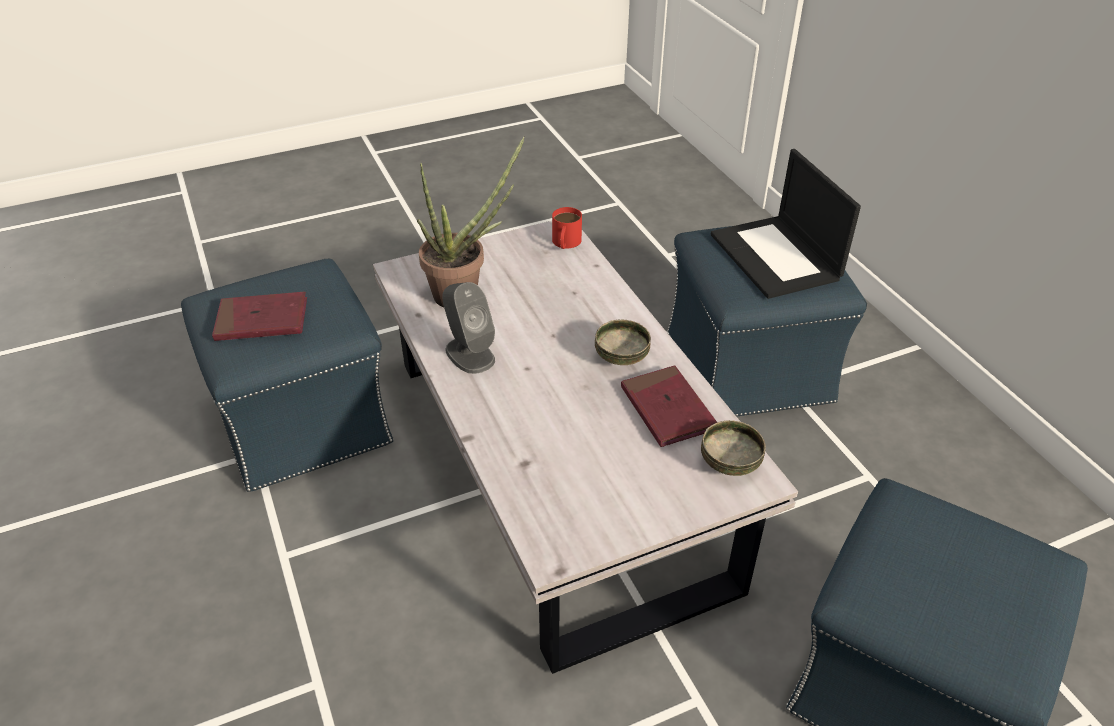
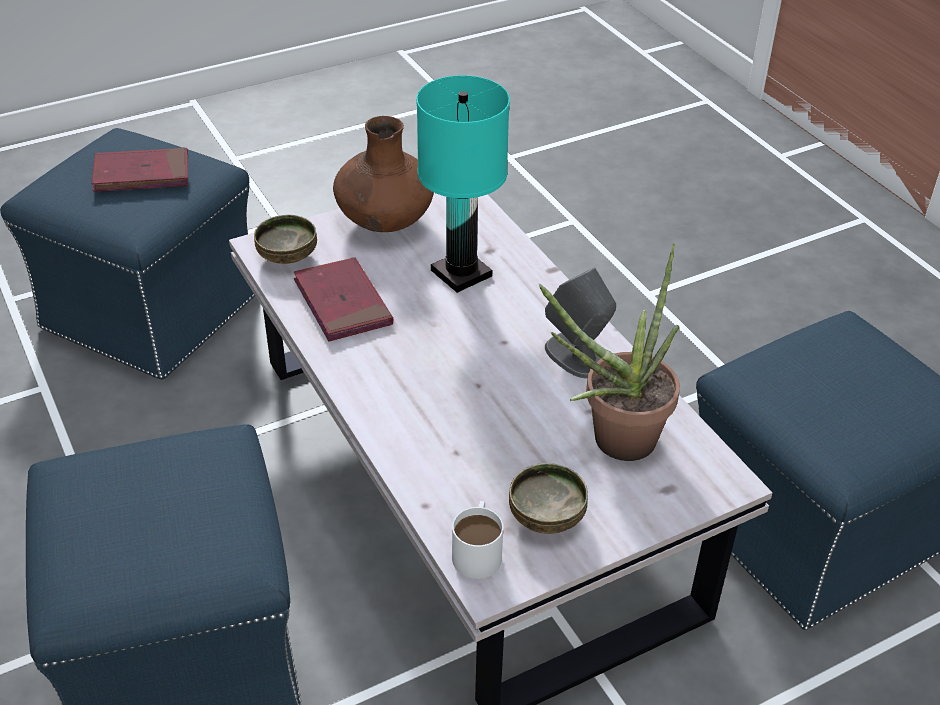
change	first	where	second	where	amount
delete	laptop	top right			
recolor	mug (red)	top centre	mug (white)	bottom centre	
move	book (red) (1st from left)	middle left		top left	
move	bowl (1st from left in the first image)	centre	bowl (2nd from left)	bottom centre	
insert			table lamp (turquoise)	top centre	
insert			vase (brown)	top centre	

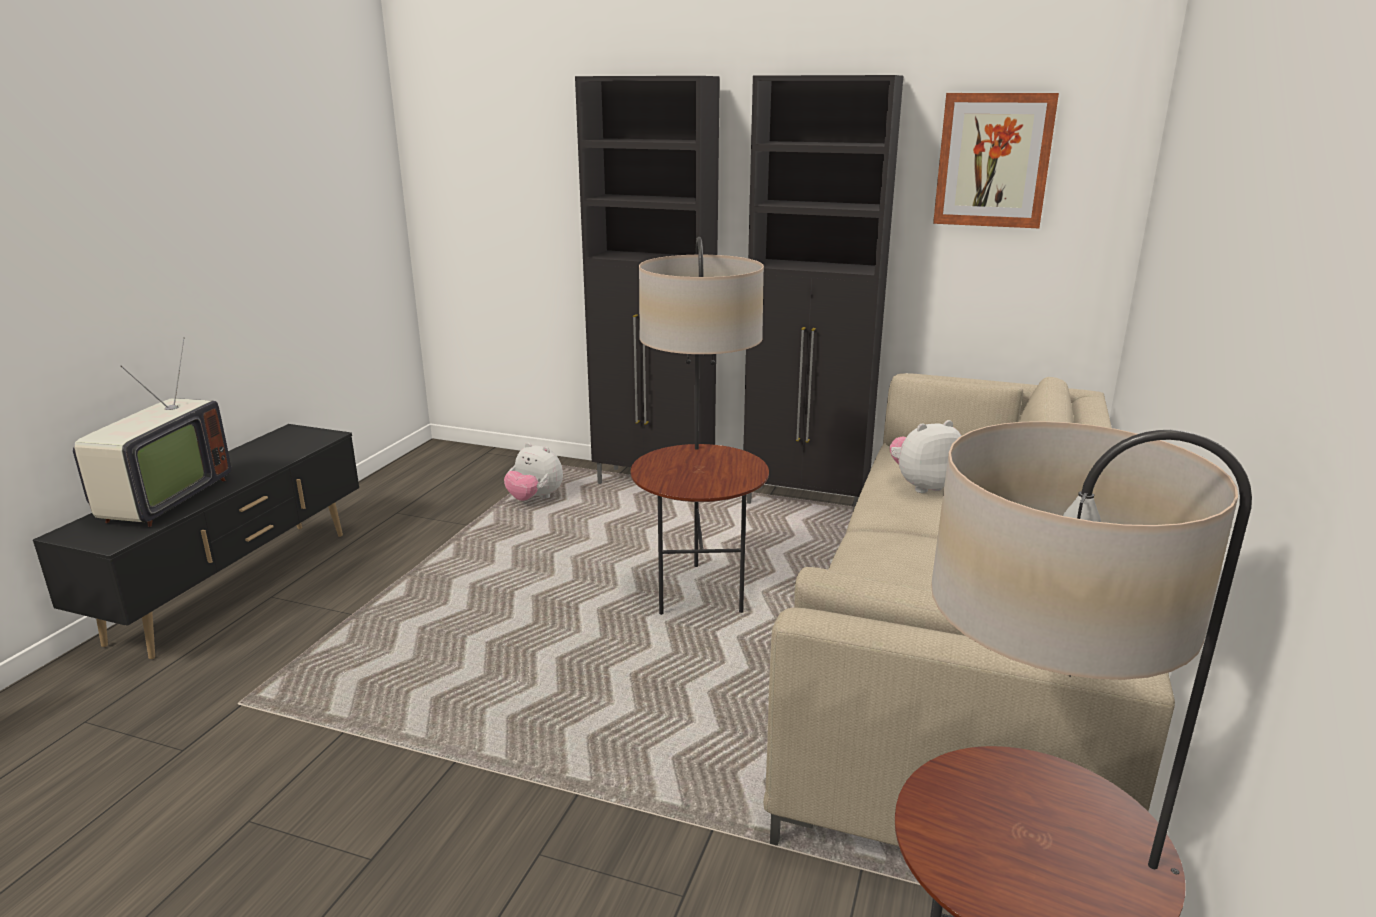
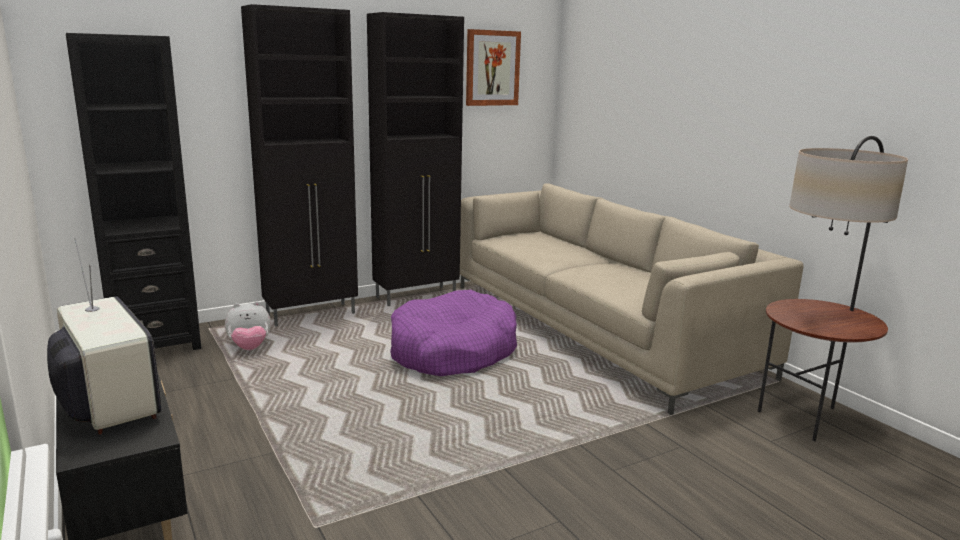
change	first	where	second	where	amount
replace	floor lamp (1st from left)	centre	dog bed (purple)	centre	
delete	plush toy (2nd from left)	middle right			
insert			bookcase (black)	middle left	

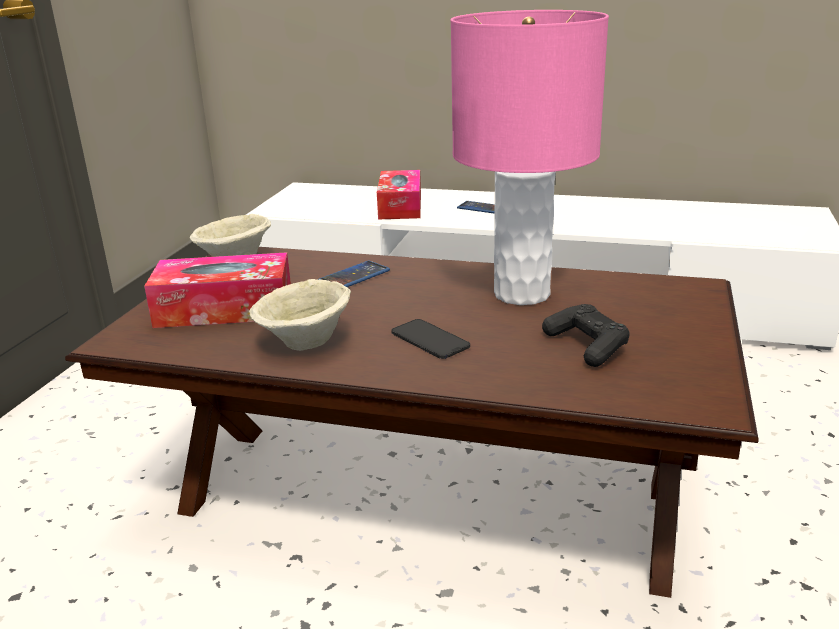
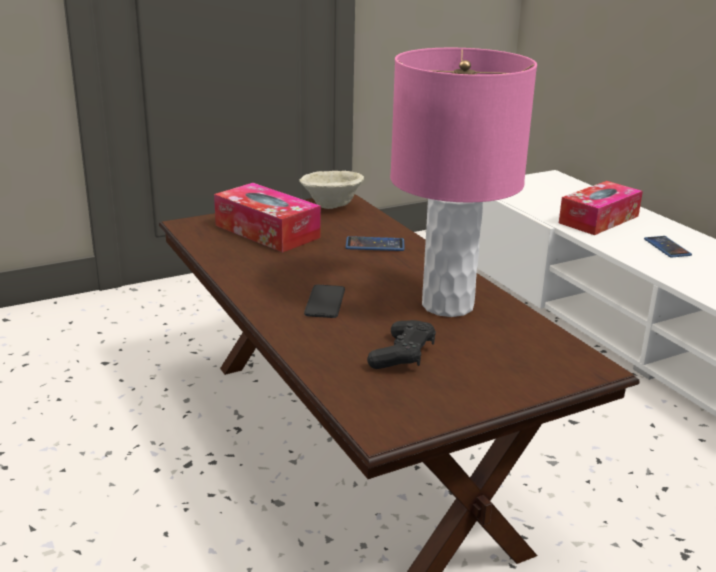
change	first	where	second	where	amount
delete	bowl (beige) (2nd from left)	centre			

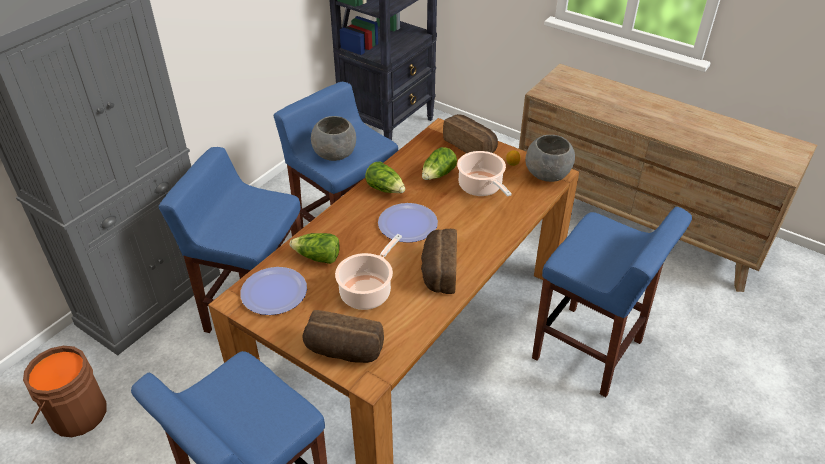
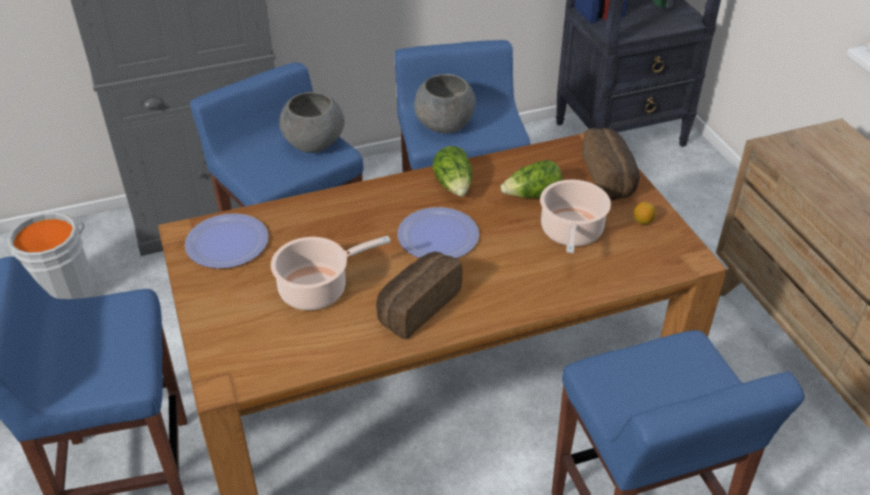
change	first	where	second	where	amount
move	bowl (grey) (2nd from left in the first image)	middle right	bowl (grey) (1st from left)	top centre	
delete	lettuce (1st from left)	centre			
delete	bread (1st from left)	bottom centre			
recolor	bucket (brown)	bottom left	bucket (grey)	middle left	

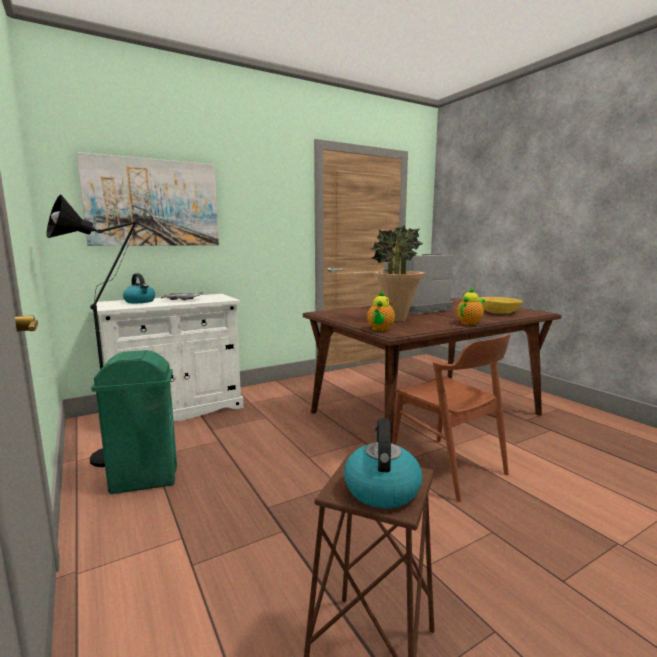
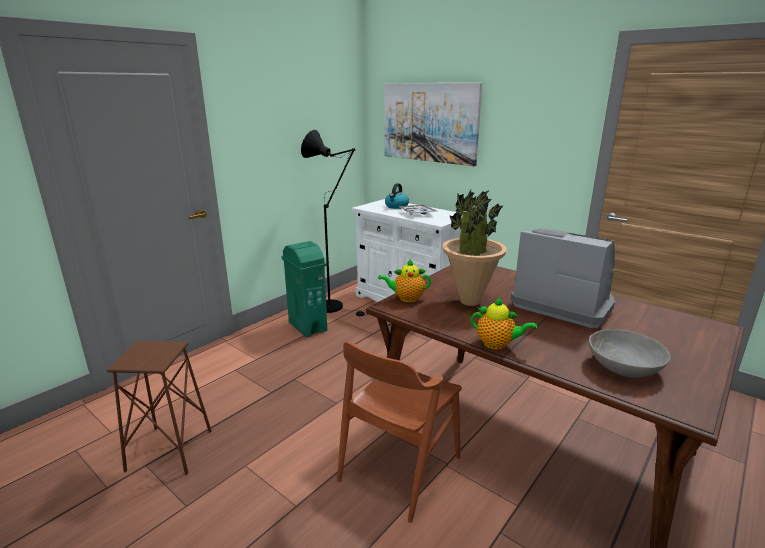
change	first	where	second	where	amount
recolor	bowl (yellow)	middle right	bowl (grey)	middle right	
delete	kettle (2nd from left)	bottom centre			

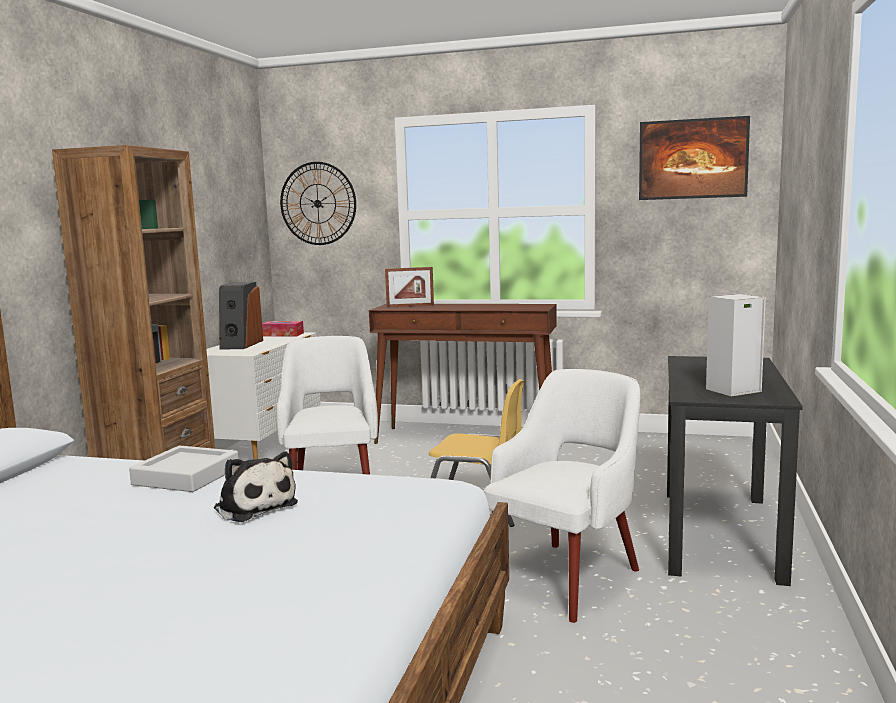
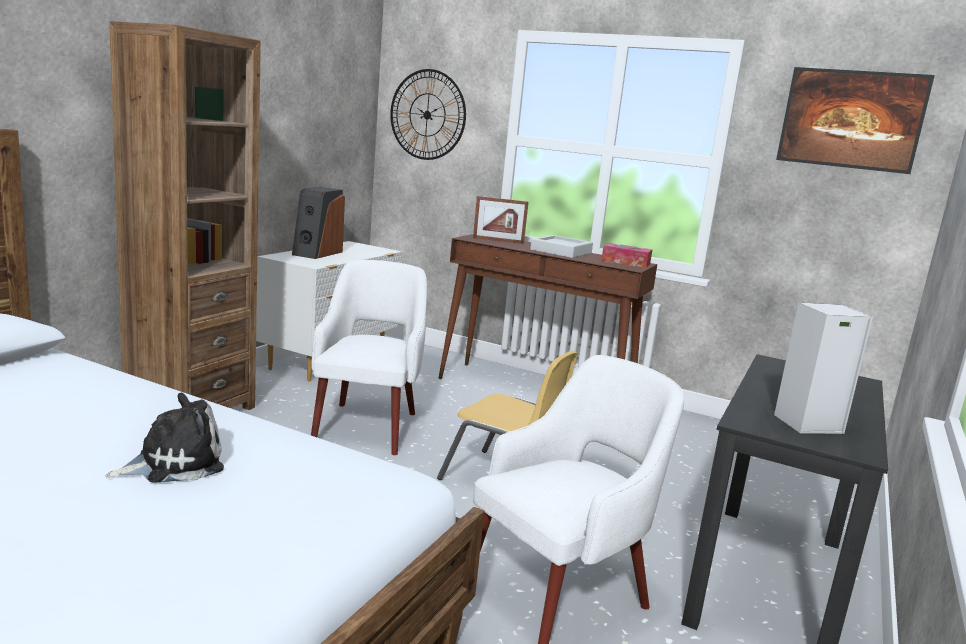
change	first	where	second	where	amount
move	tissue box	middle left		centre	
move	tray (grey)	bottom left		centre	
rotate	plush toy	bottom left		bottom left	90 degrees counterclockwise

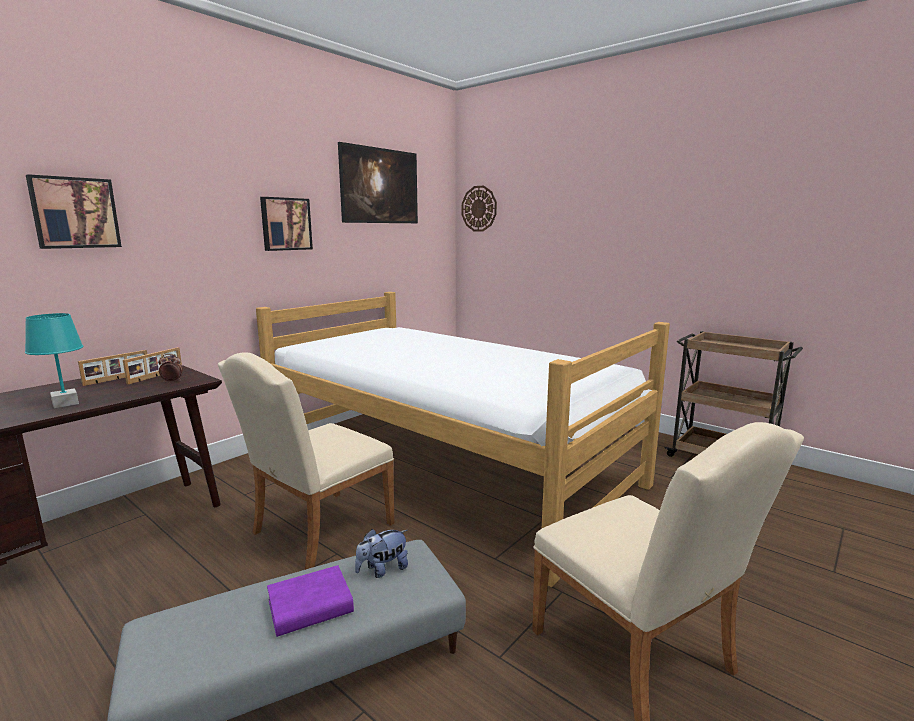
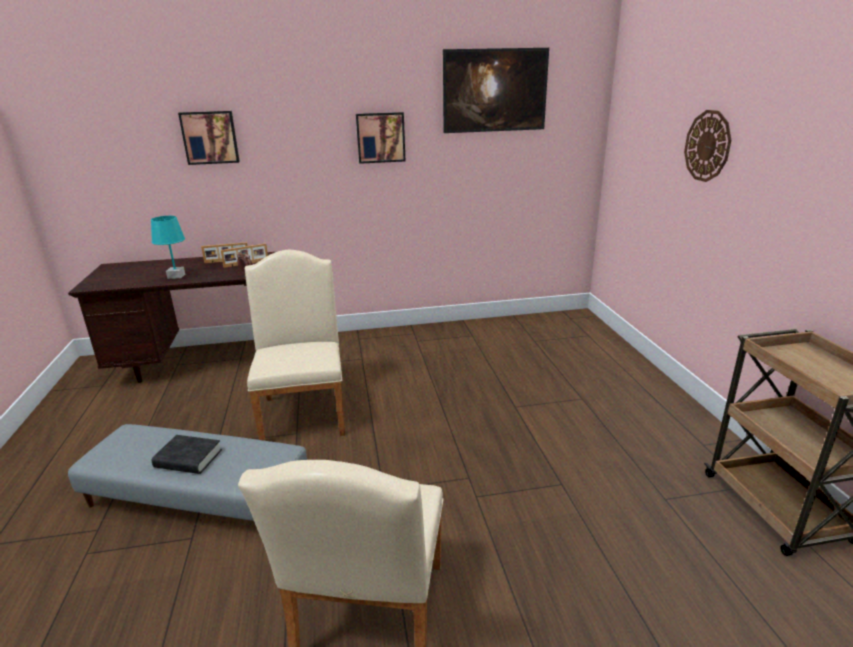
change	first	where	second	where	amount
move	wall clock	top centre		top right	
delete	bed	centre			
rotate	chair (beige) (1st from left)	centre		centre	90 degrees clockwise
delete	plush toy	bottom centre			
recolor	book (purple)	bottom centre	book (black)	bottom left	

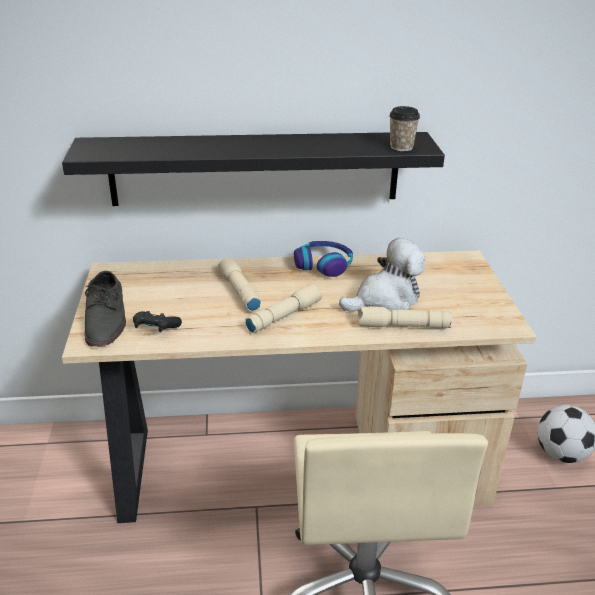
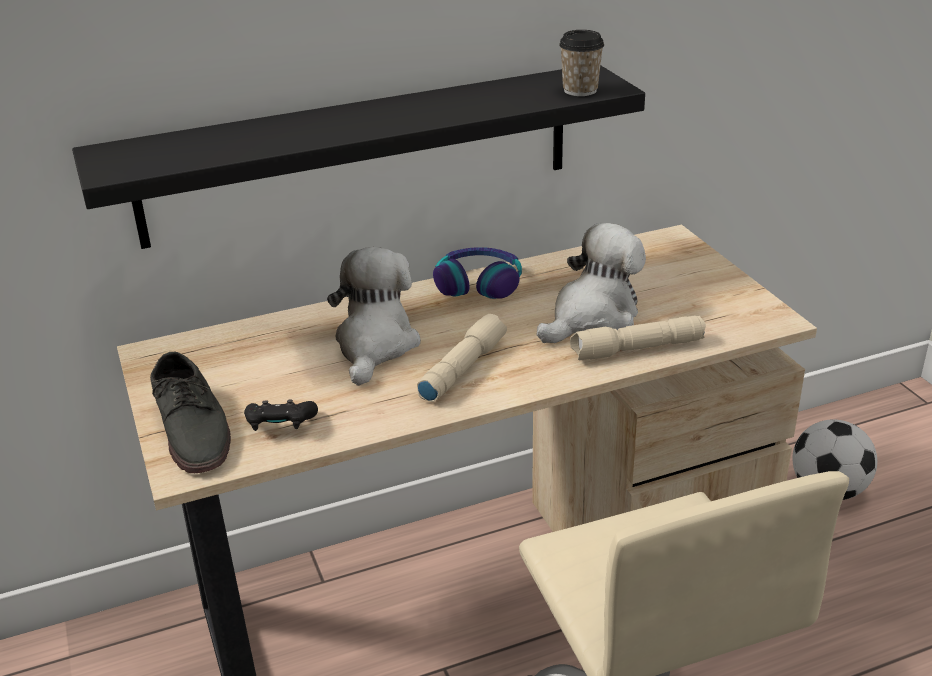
change	first	where	second	where	amount
replace	flashlight (beige) (1st from left)	centre	plush toy (1st from left)	centre	

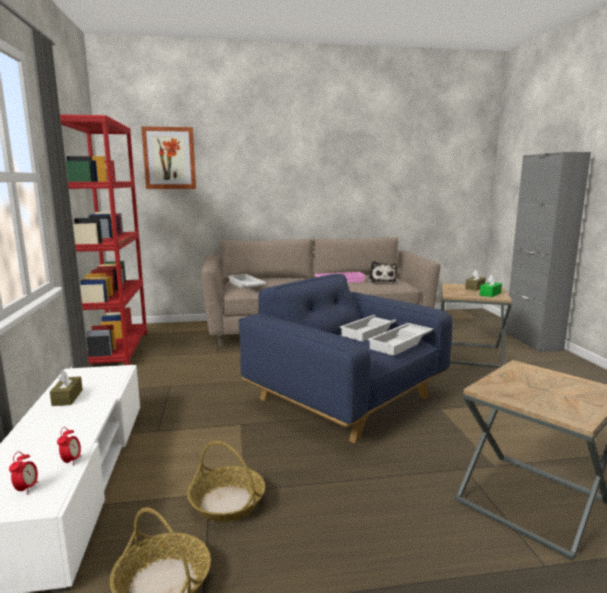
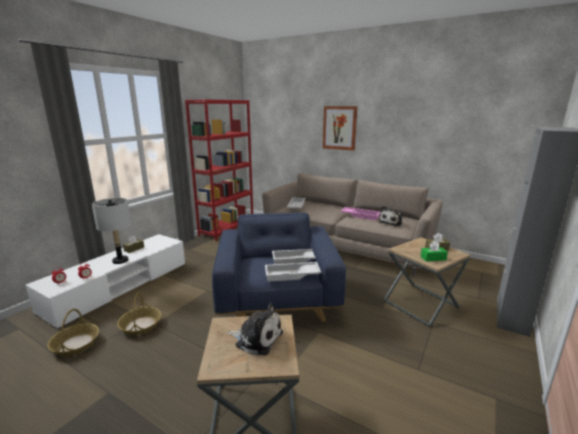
change	first	where	second	where	amount
move	picture	top left		top centre	
insert			table lamp (grey)	middle left	
insert			plush toy (1st from left)	bottom centre	

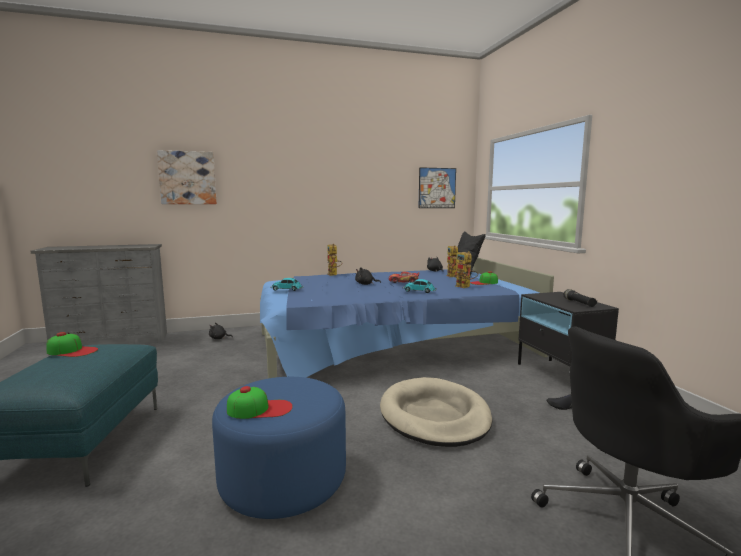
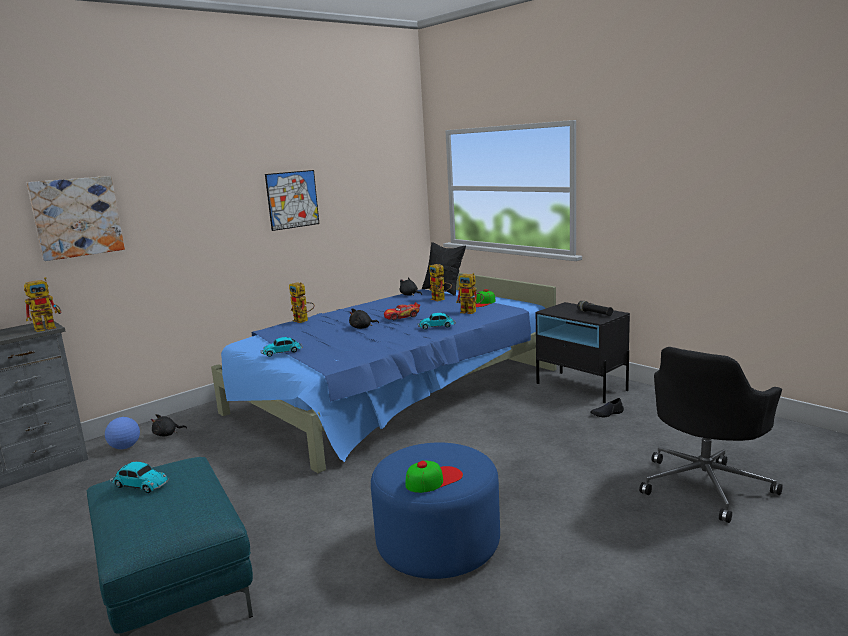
change	first	where	second	where	amount
move	picture (2nd from left)	centre		top centre	
replace	cap (1st from left)	middle left	toy car (1st from left)	bottom left	
delete	dog bed (beige)	bottom centre			
insert			toy robot (1st from left)	middle left	
insert			football	bottom left	

